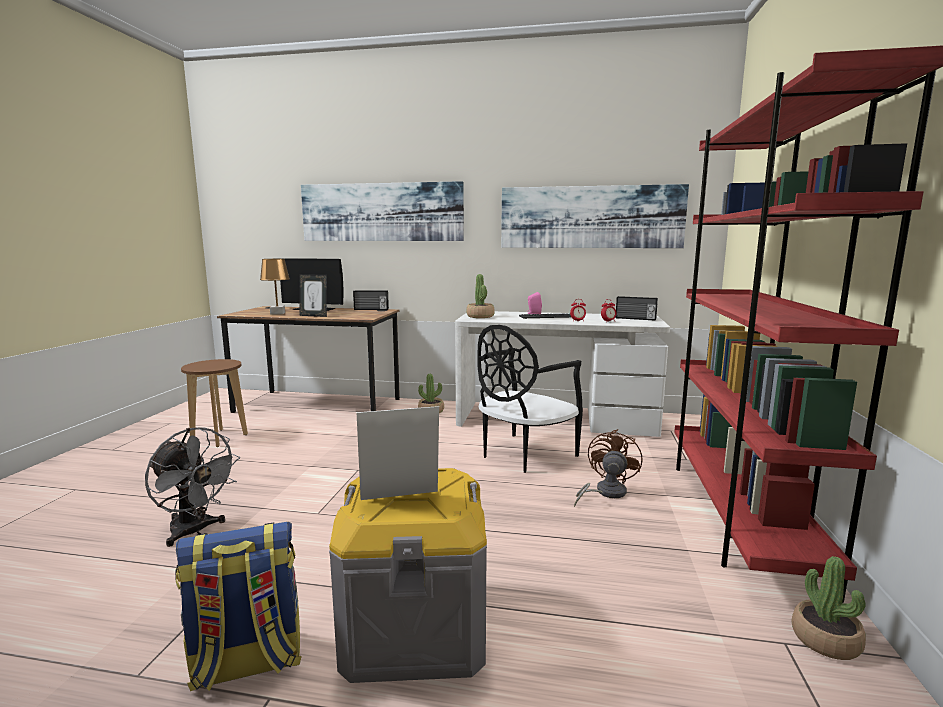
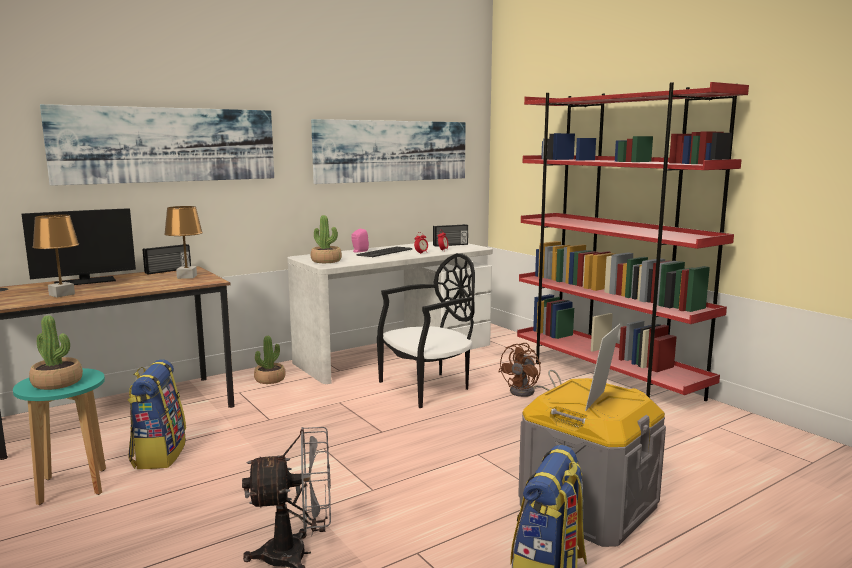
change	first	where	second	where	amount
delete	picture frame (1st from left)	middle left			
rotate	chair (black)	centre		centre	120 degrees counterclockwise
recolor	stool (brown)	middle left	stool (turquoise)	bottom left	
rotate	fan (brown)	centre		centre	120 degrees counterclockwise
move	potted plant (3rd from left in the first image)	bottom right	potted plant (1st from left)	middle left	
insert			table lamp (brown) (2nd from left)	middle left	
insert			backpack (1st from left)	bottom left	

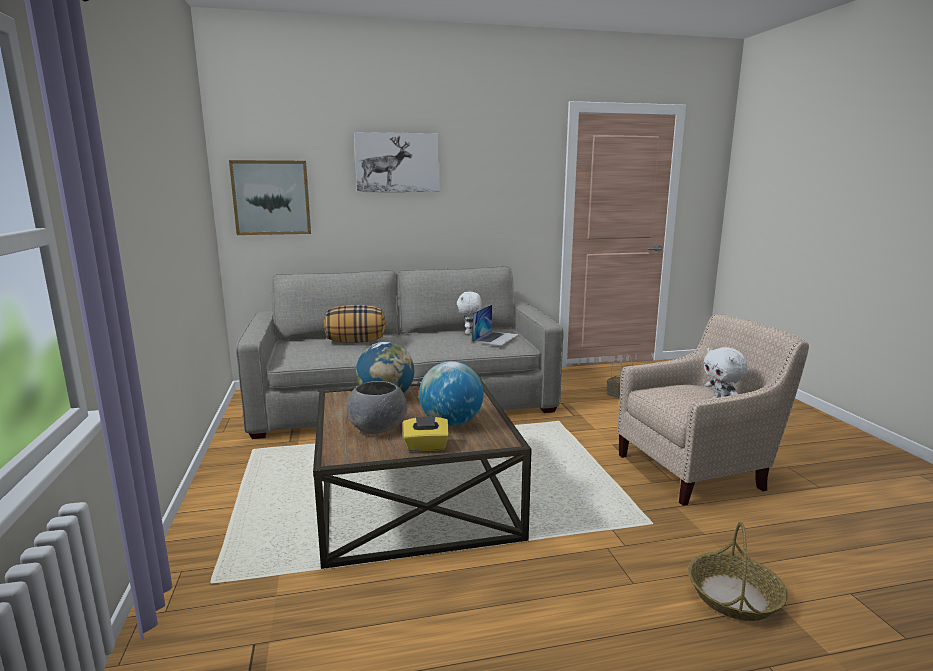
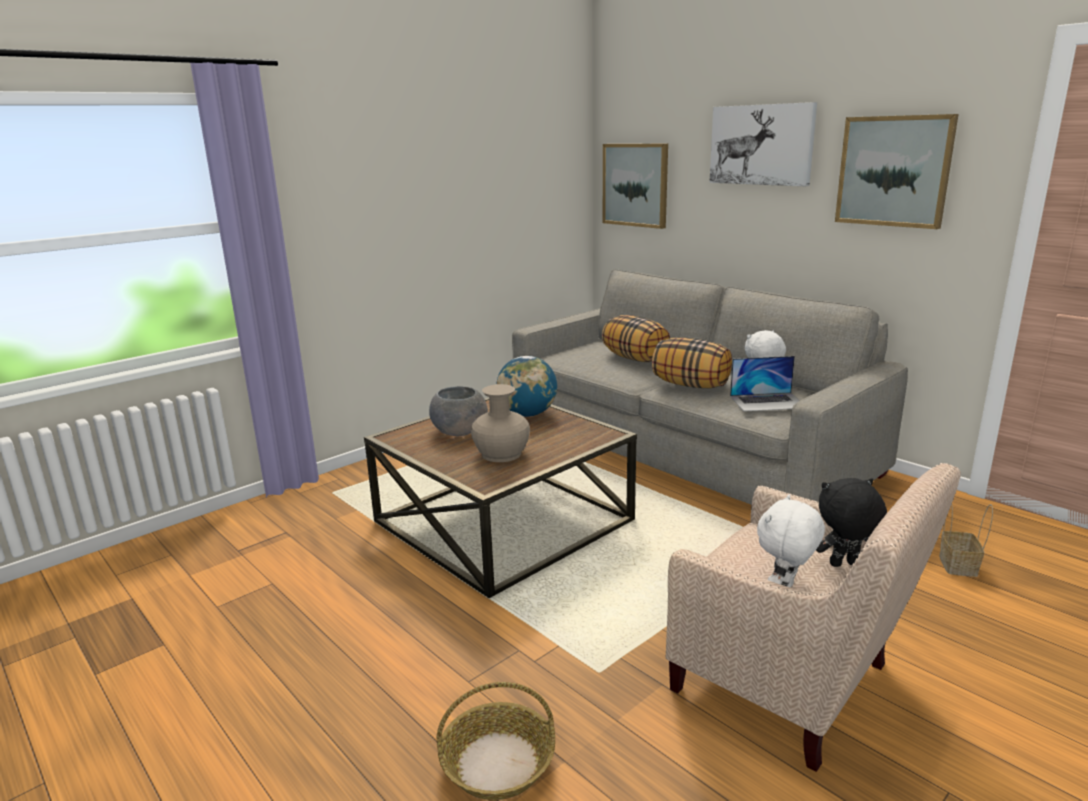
change	first	where	second	where	amount
replace	globe (2nd from left)	centre	vase (beige)	centre	
delete	tissue box (yellow)	centre			
insert			picture (3rd from left)	top right	
insert			pillow (2nd from left)	centre	
insert			plush toy (black)	middle right	

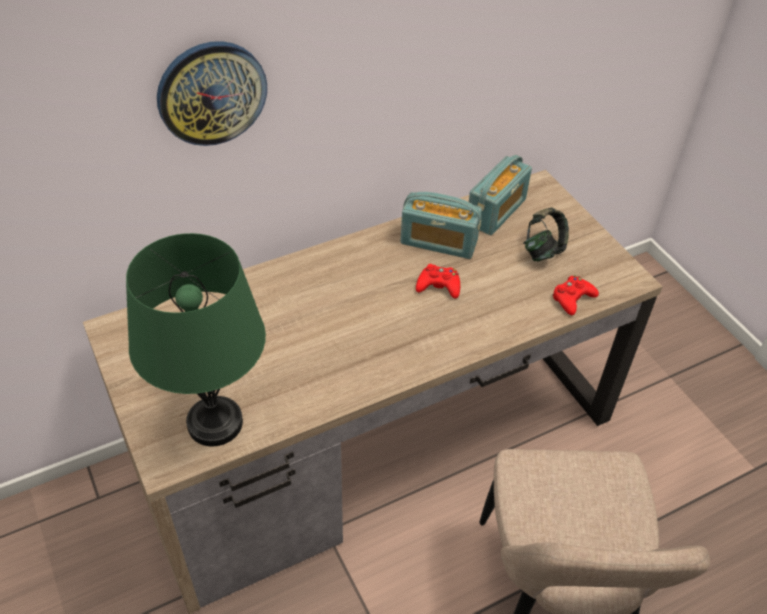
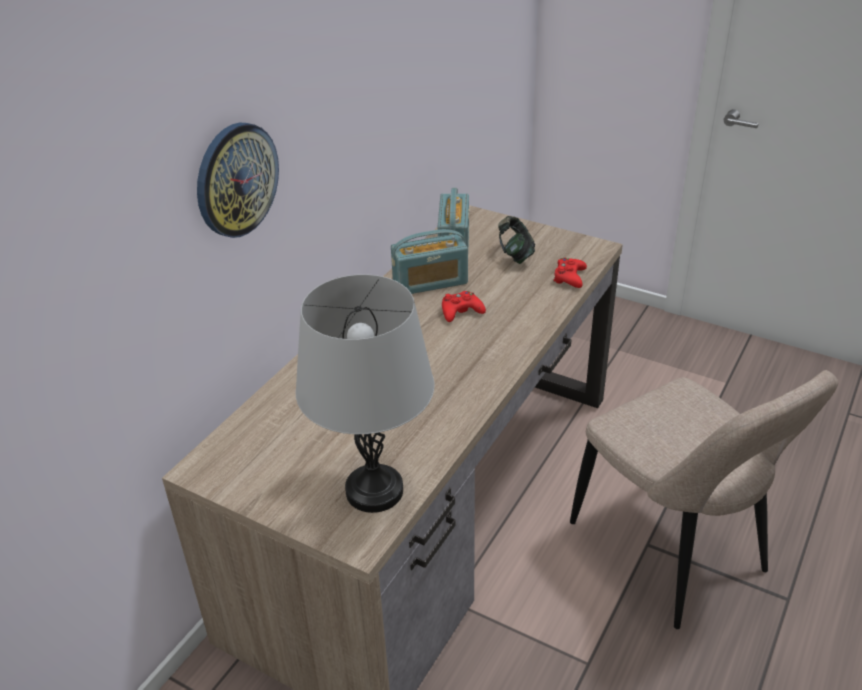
change	first	where	second	where	amount
recolor	table lamp (green)	middle left	table lamp (grey)	centre	

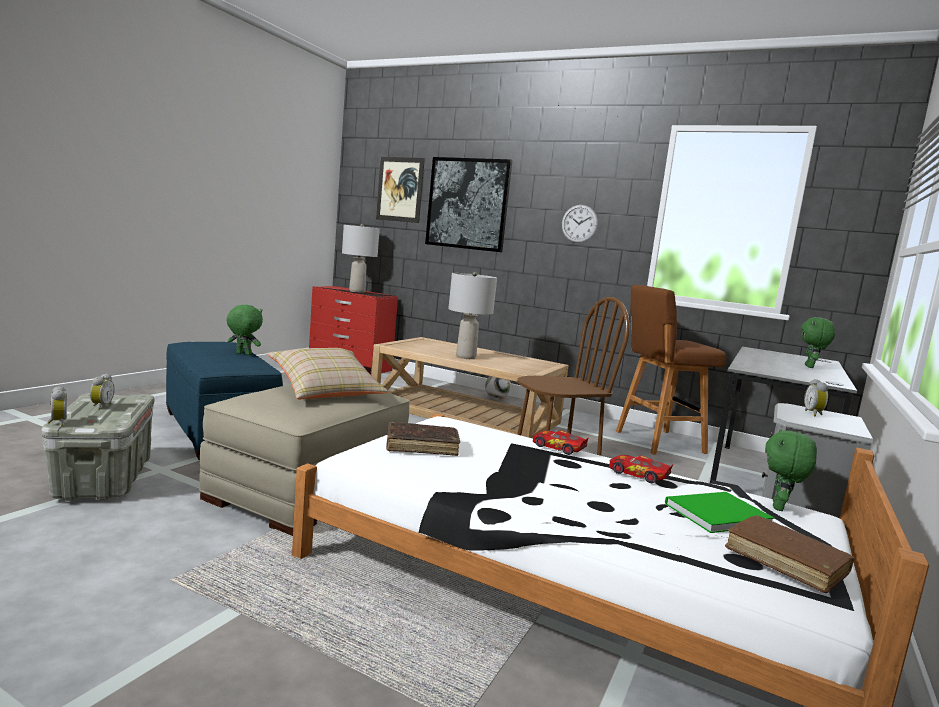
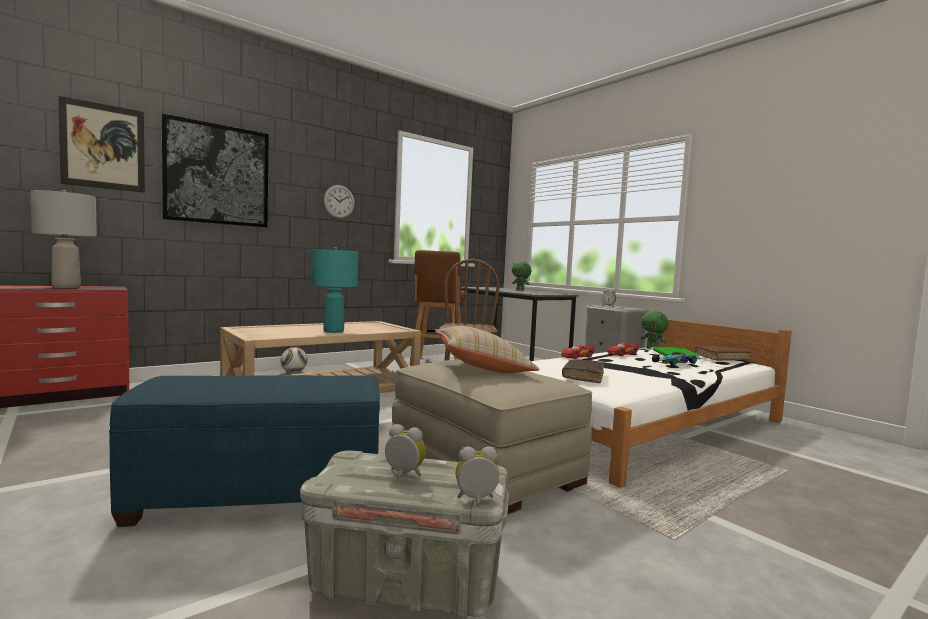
change	first	where	second	where	amount
recolor	table lamp (grey) (2nd from left)	centre	table lamp (turquoise)	centre	
delete	plush toy (green) (1st from left)	middle left			
insert			toy car (3rd from left)	middle right	

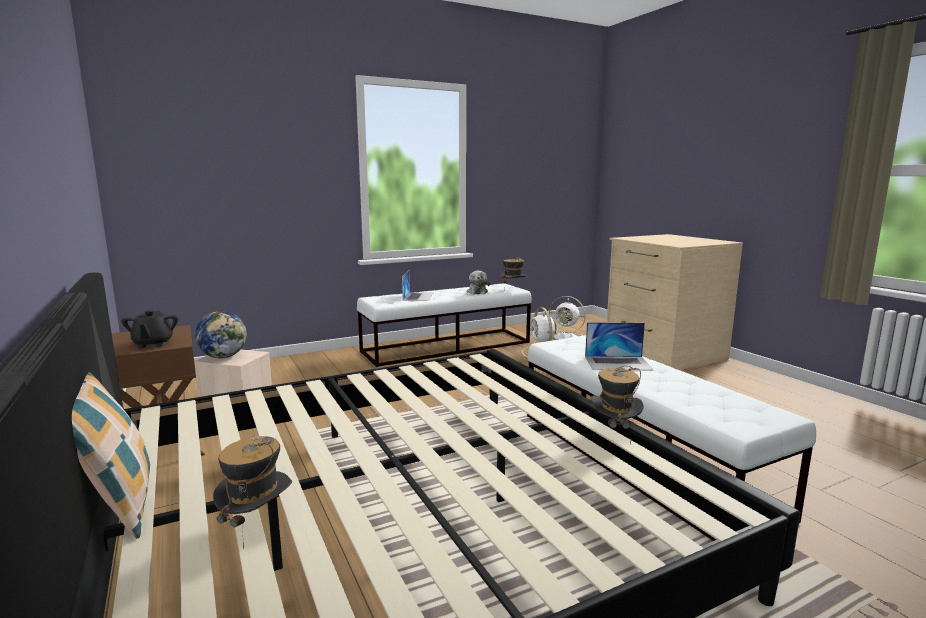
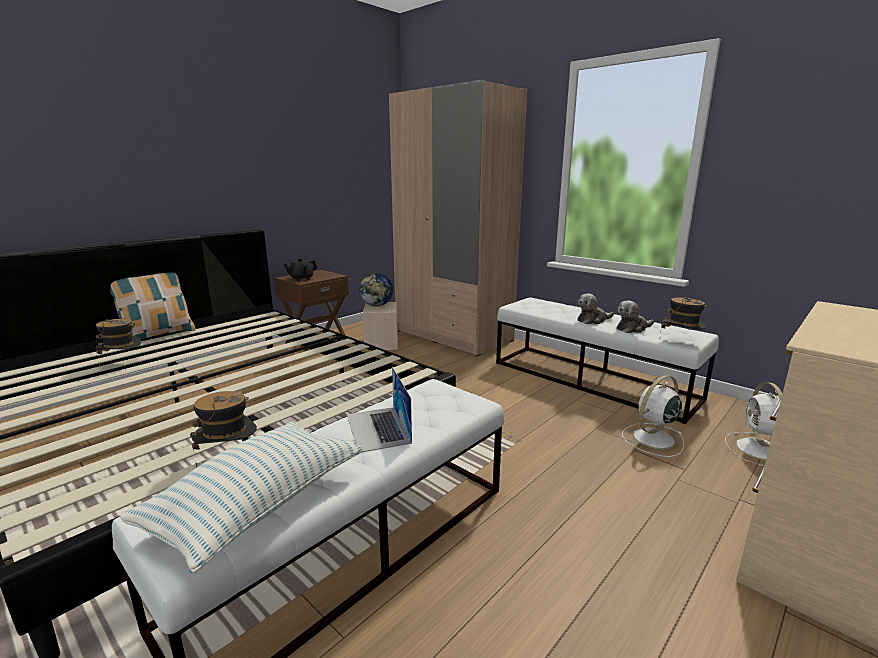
change	first	where	second	where	amount
delete	laptop (1st from left)	centre			
insert			wardrobe (beige)	top centre	
insert			plush toy (1st from left)	middle right	
insert			pillow (2nd from left)	bottom left	

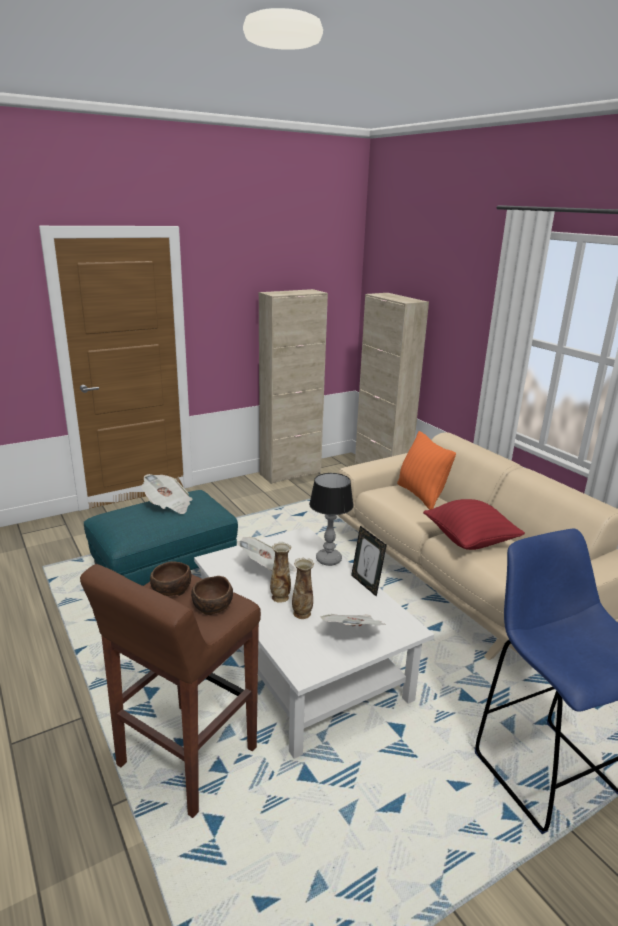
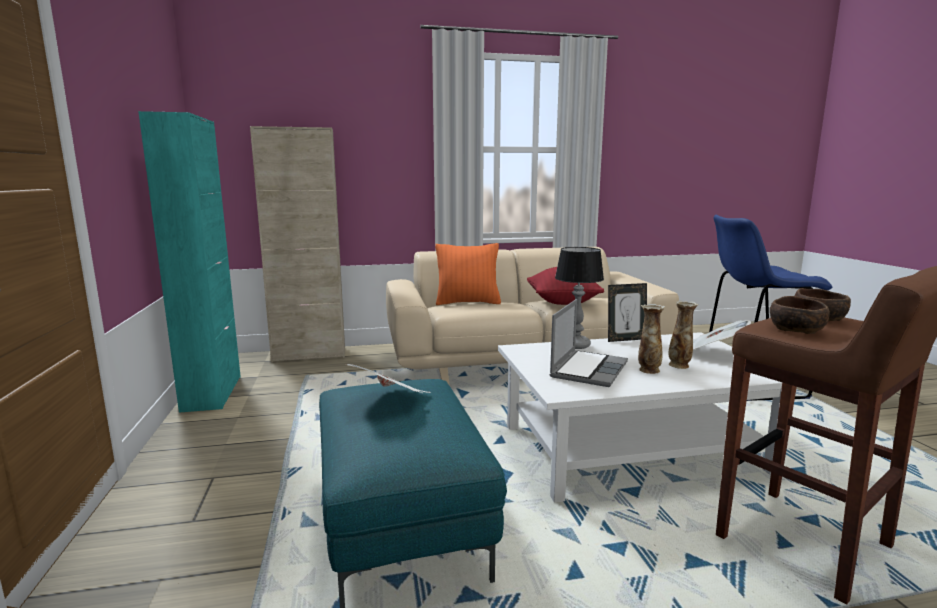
change	first	where	second	where	amount
recolor	cabinet (beige) (1st from left)	centre	cabinet (turquoise)	middle left	
replace	newspaper (2nd from left)	centre	laptop	centre	

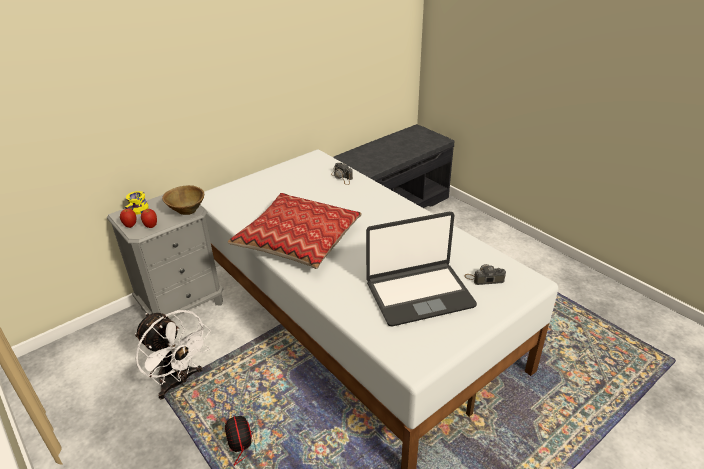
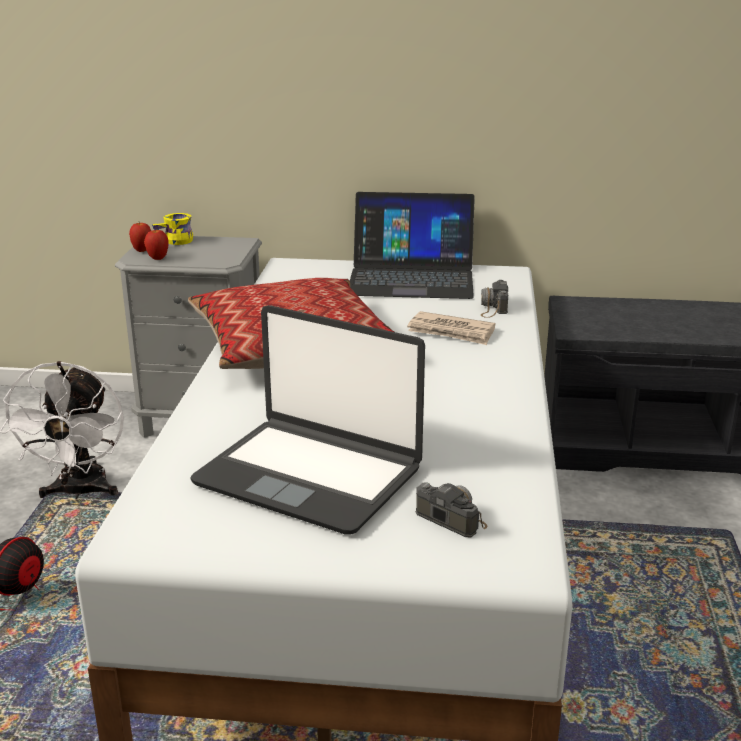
change	first	where	second	where	amount
delete	bowl (brown)	middle left			
insert			laptop (2nd from left)	top centre	
insert			newspaper	centre	

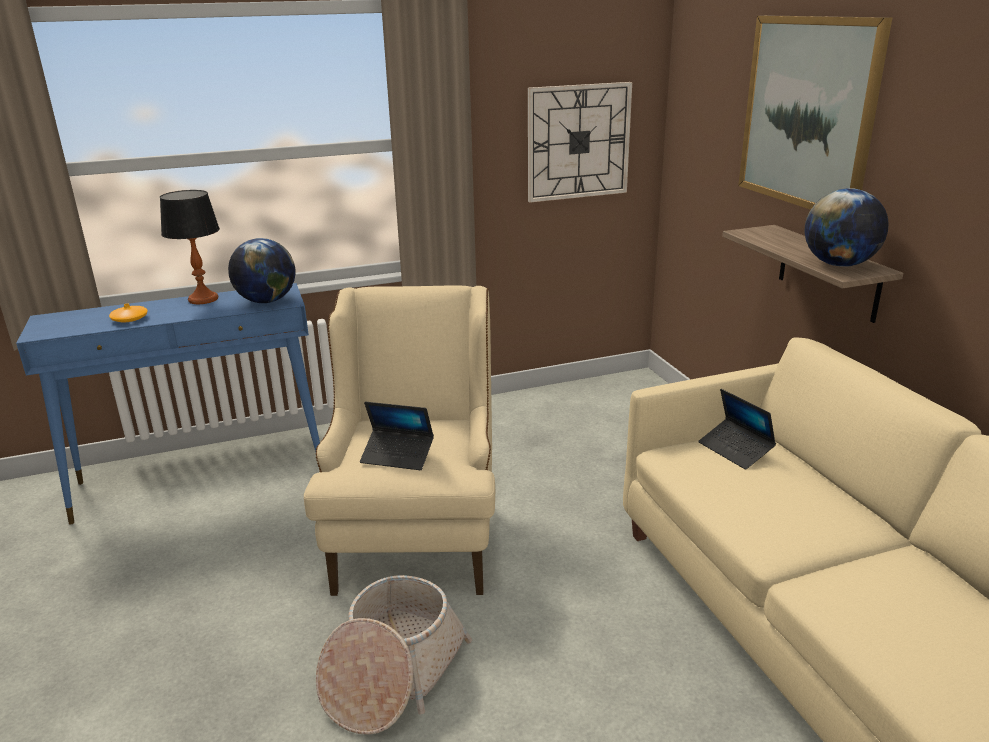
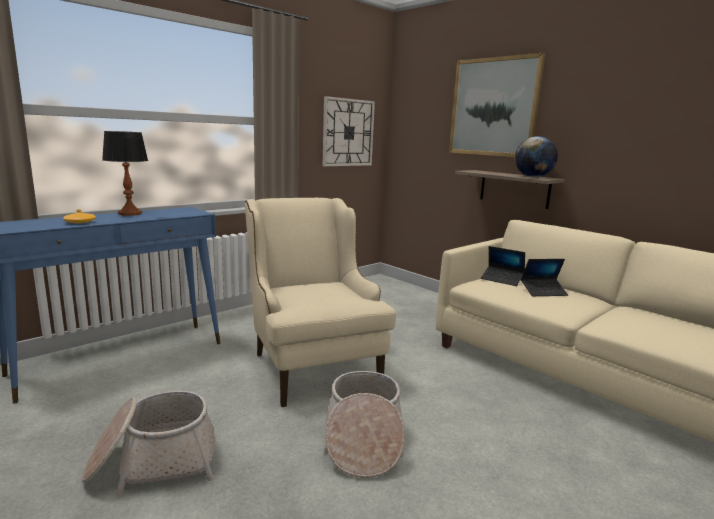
change	first	where	second	where	amount
delete	globe (1st from left)	middle left			
move	laptop (1st from left in the first image)	centre	laptop (2nd from left)	middle right	
insert			basket (1st from left)	bottom left	

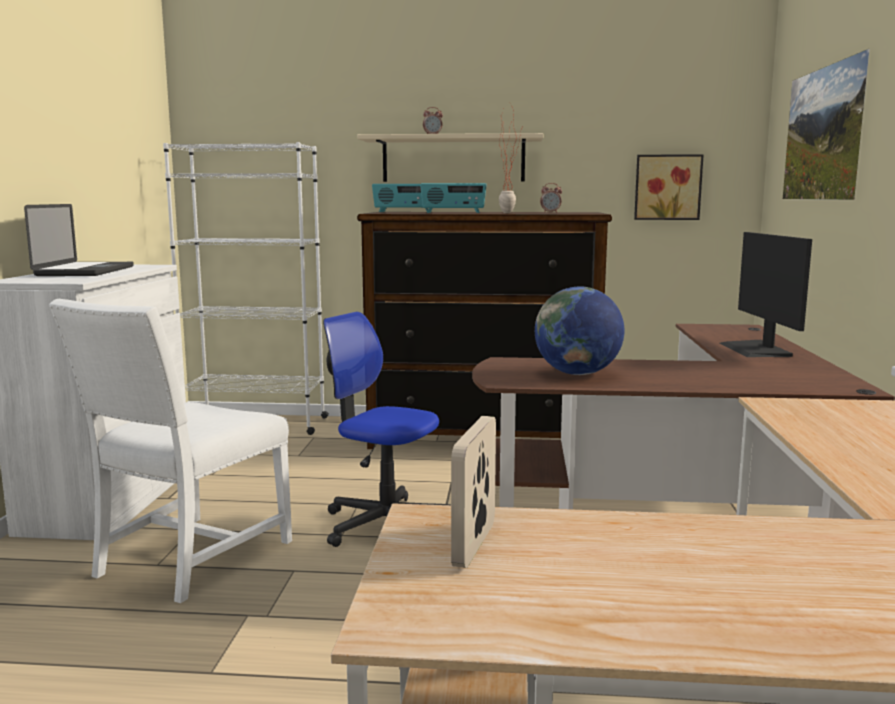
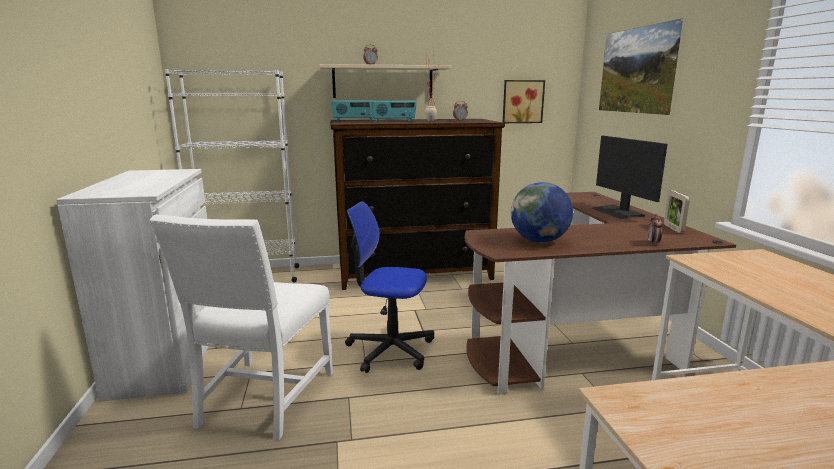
change	first	where	second	where	amount
delete	laptop	middle left			
move	picture frame	bottom centre		middle right	
insert			alarm clock (3rd from left)	middle right	

